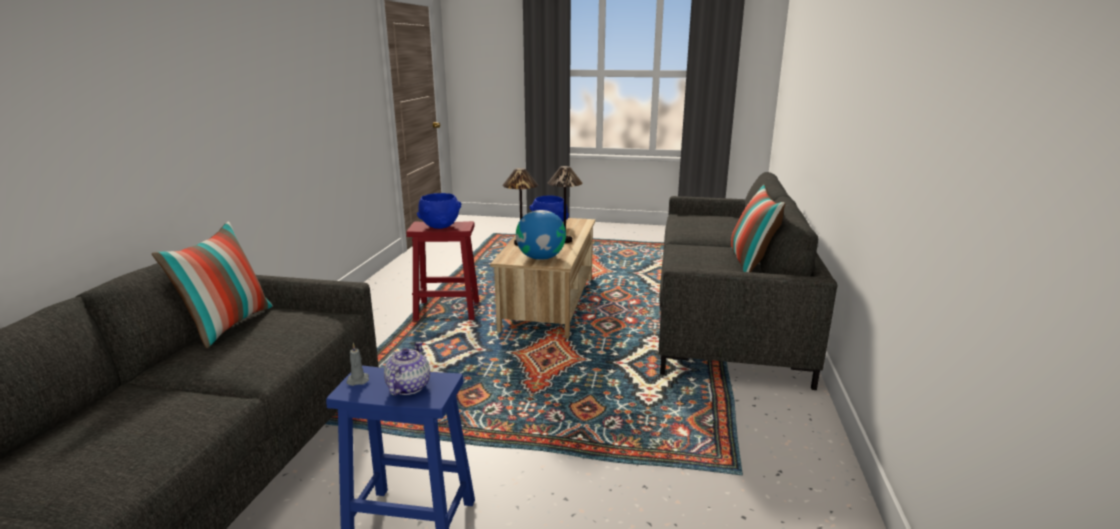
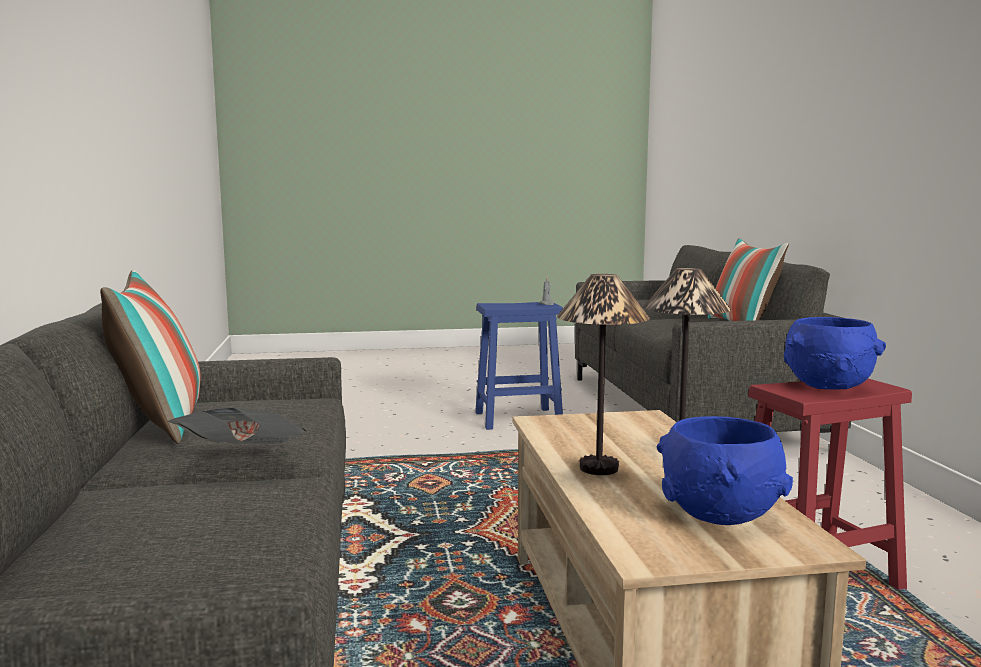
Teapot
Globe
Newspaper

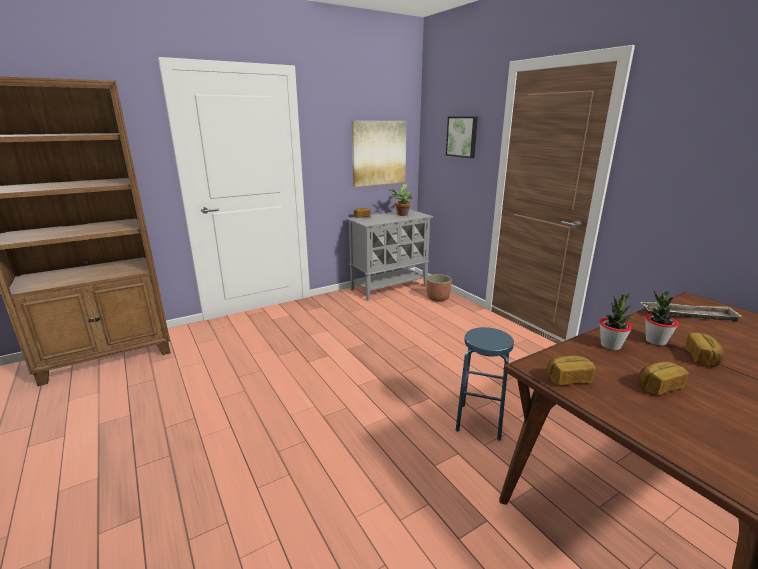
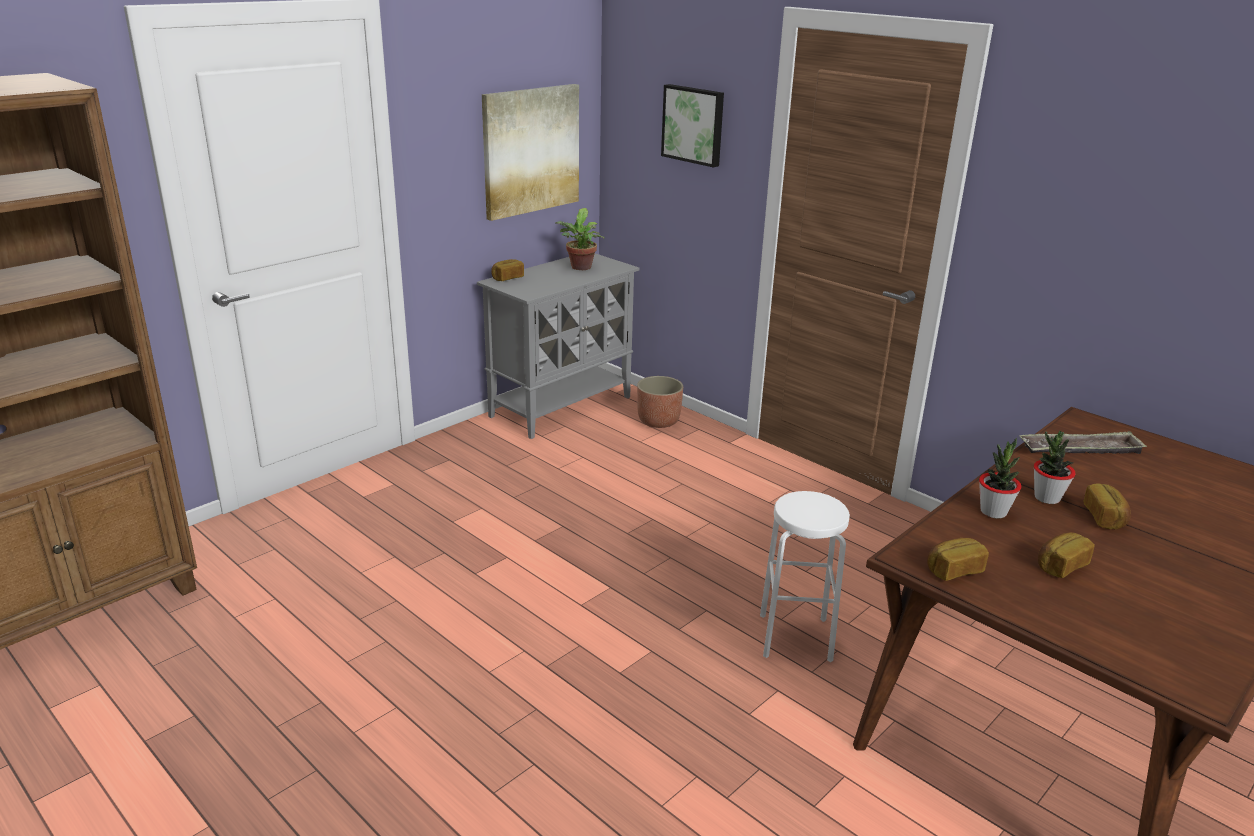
WhiteStool

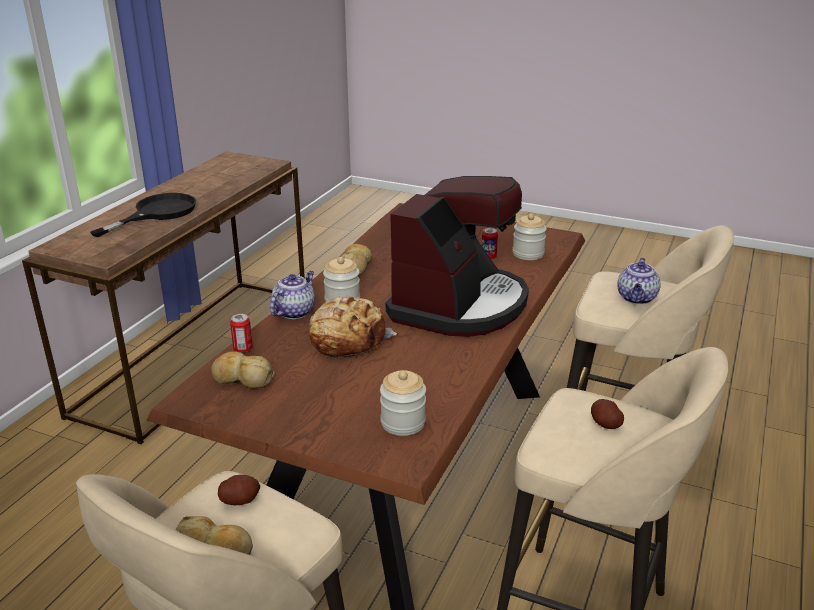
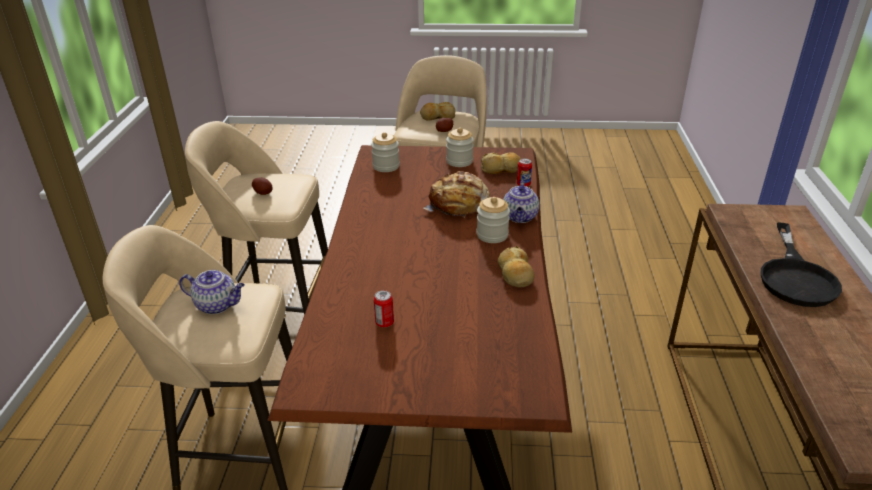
CoffeeMachine
Jar (no. 2 from left)
Teapot (no. 1 from left)

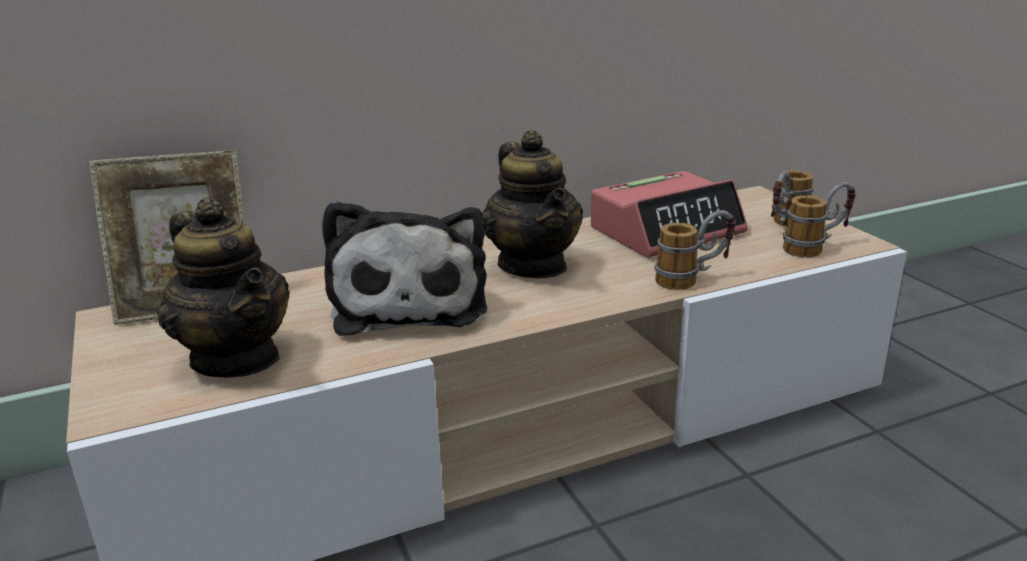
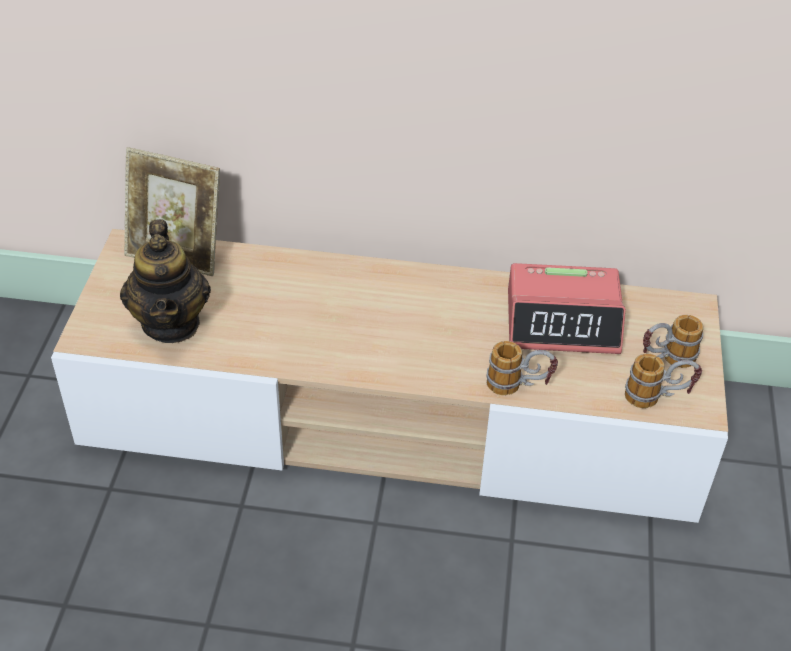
PlushToy
Teapot (no. 2 from left in the first image)

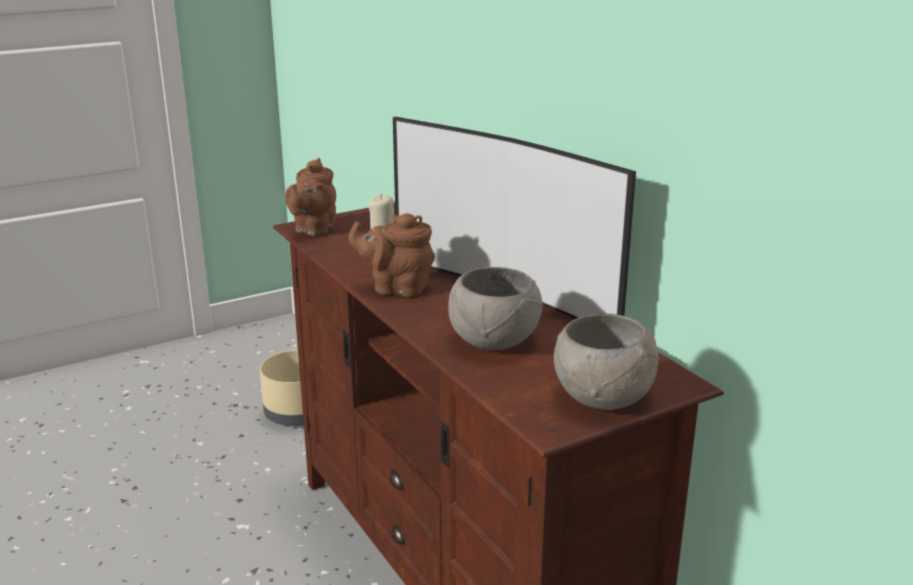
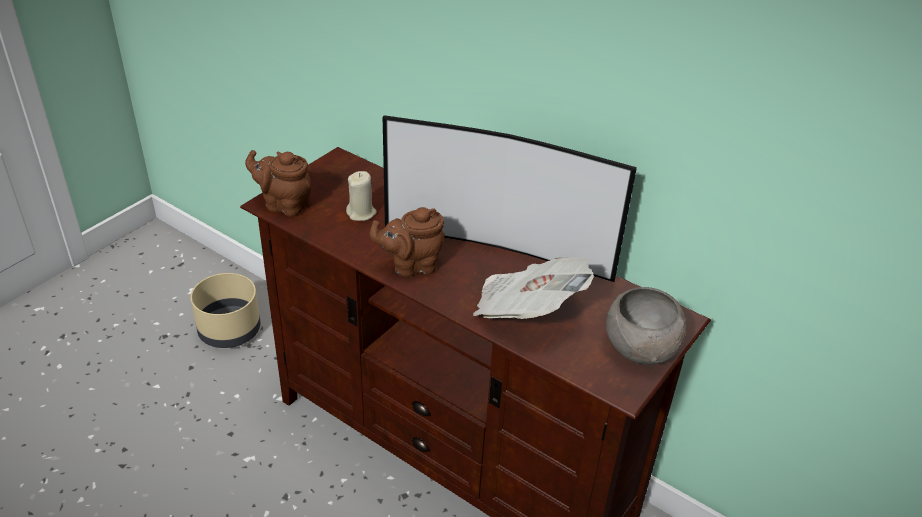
BrownTeapot (no. 1 from left)
Newspaper

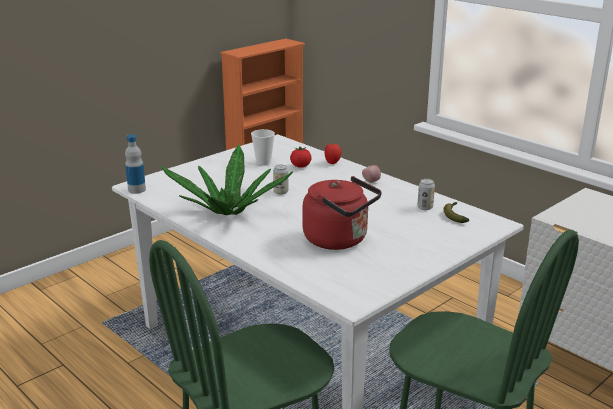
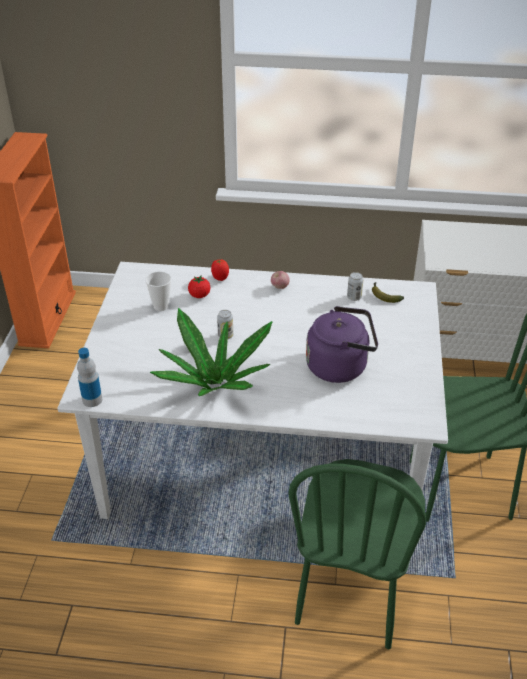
PurpleKettle

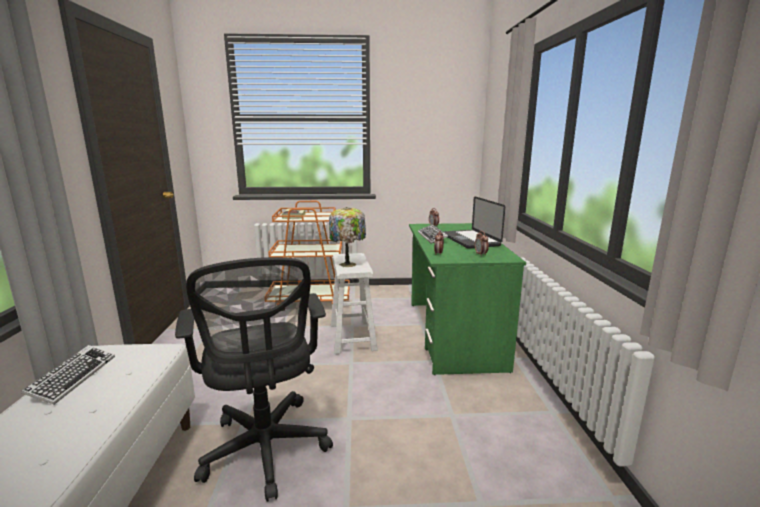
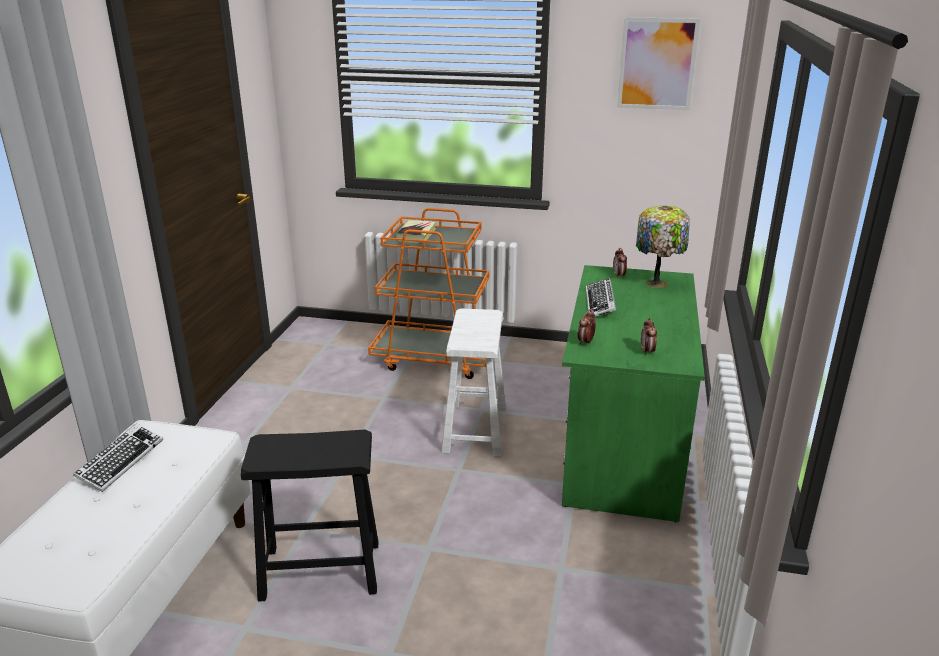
BlackStool
TableLamp
Laptop
Picture

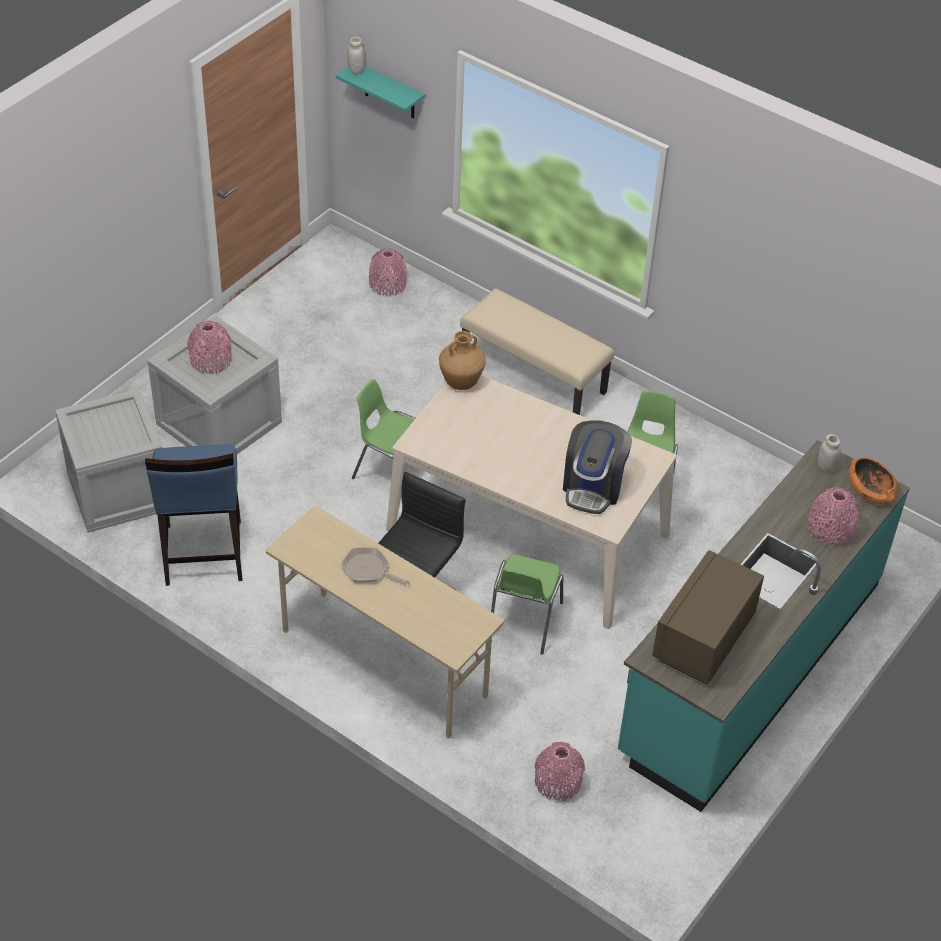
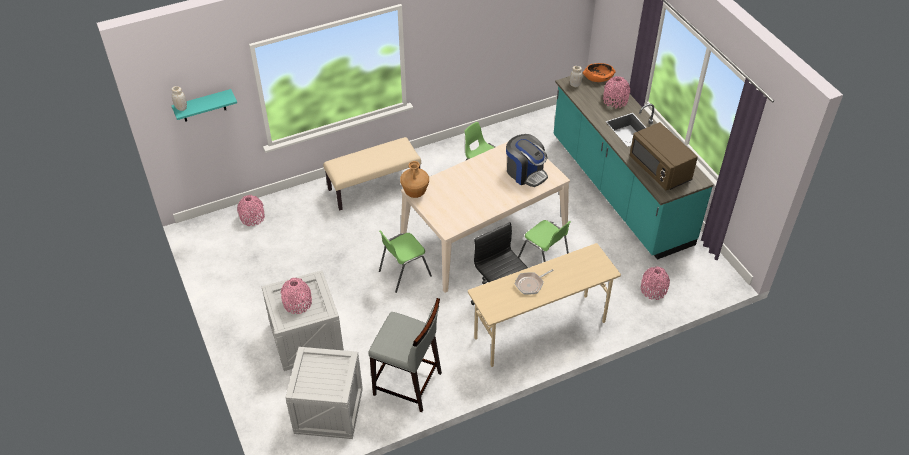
GreyStool

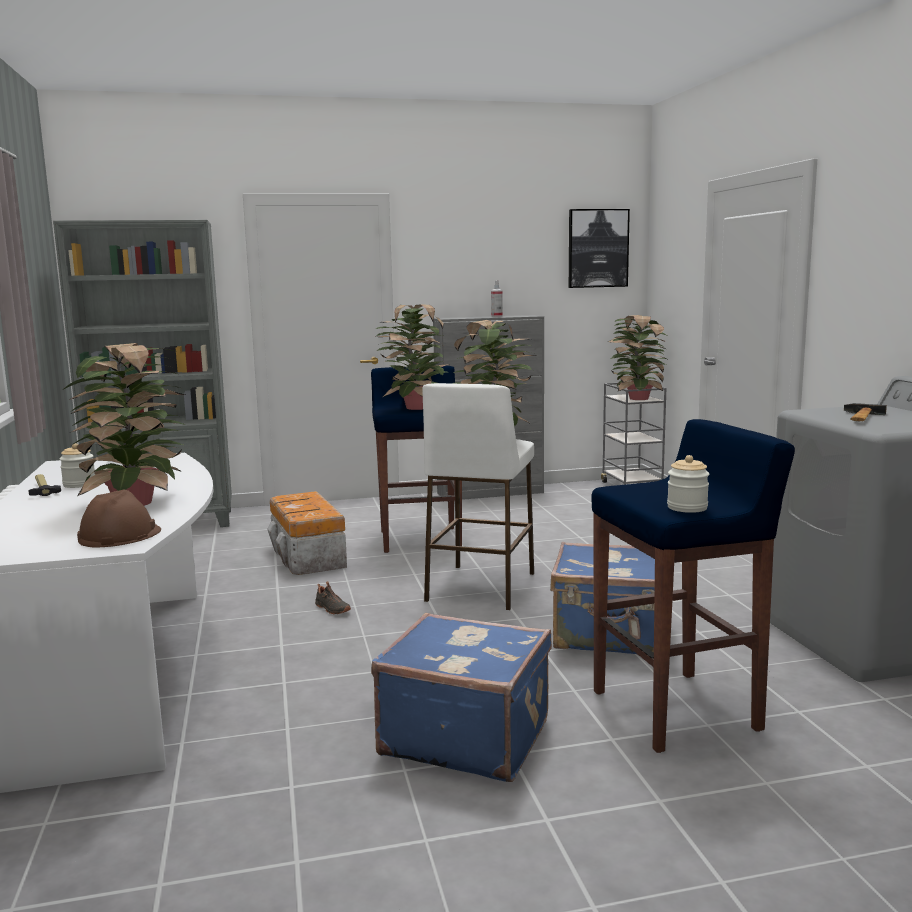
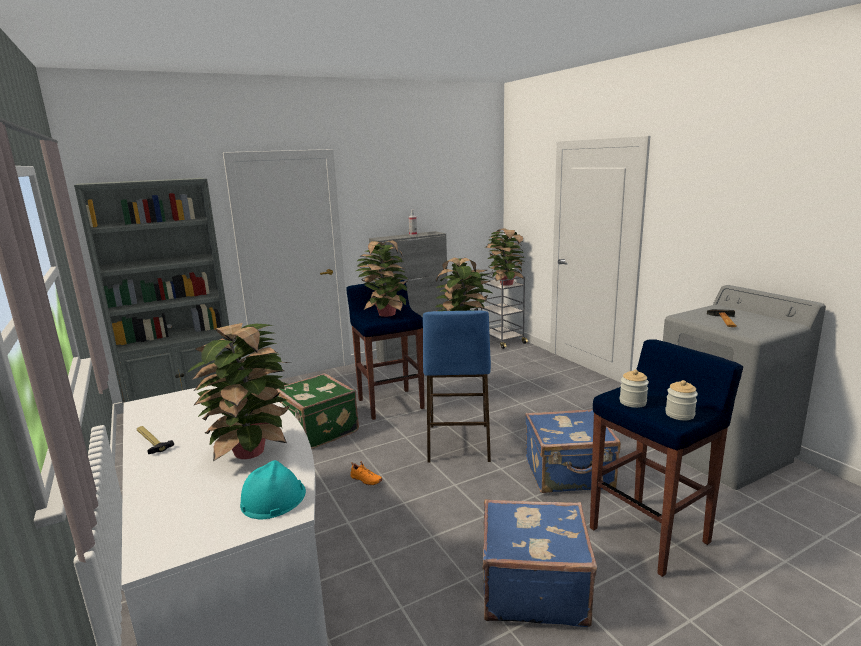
Jar (no. 1 from left)
TurquoiseHardHat
GreenSuitcase
OrangeShoe
BlueStool (no. 2 from left)
Picture

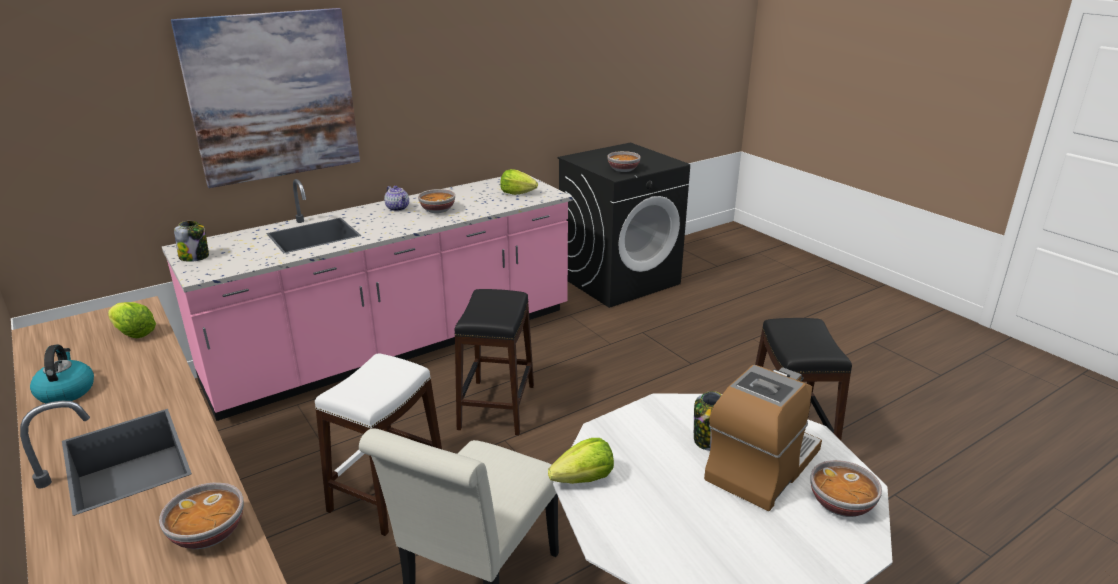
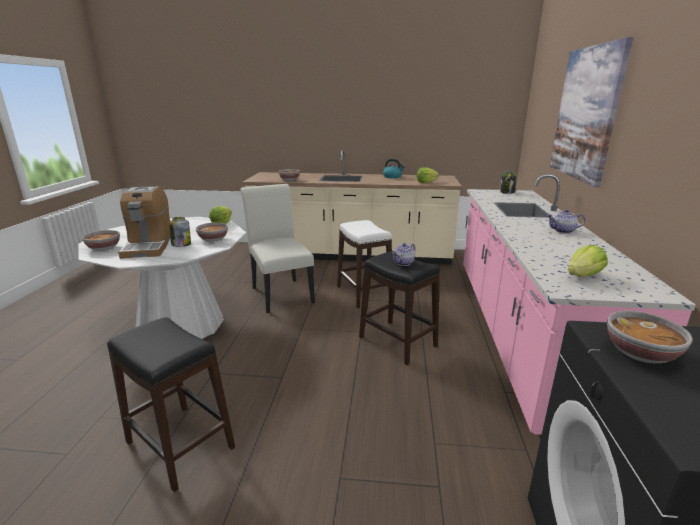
Bowl (no. 2 from left)
Teapot (no. 1 from left)

